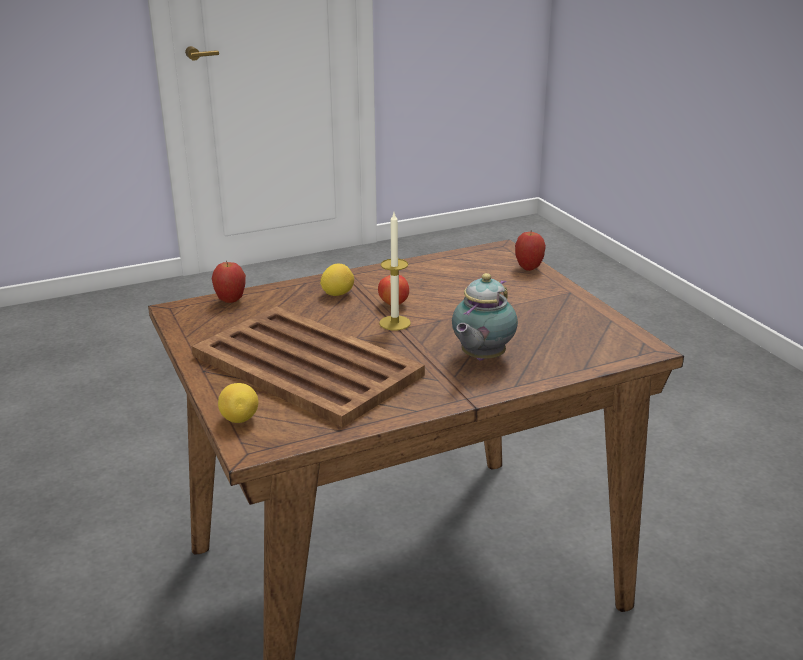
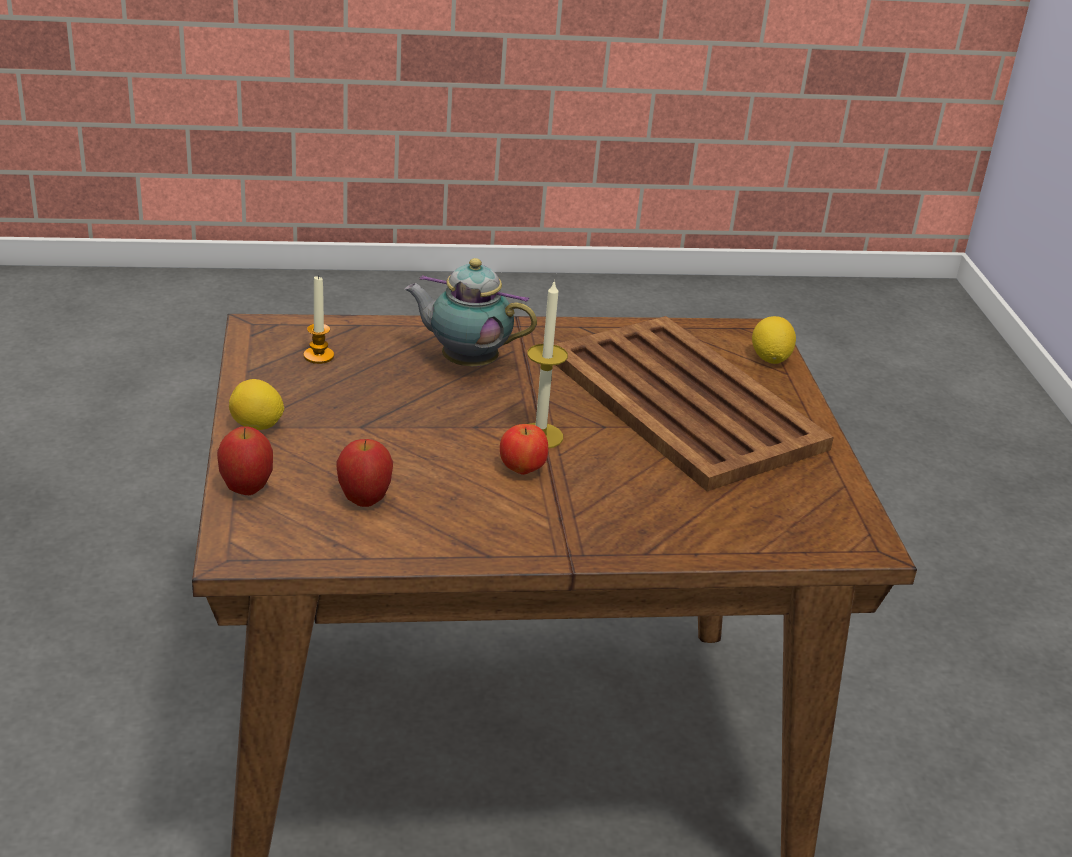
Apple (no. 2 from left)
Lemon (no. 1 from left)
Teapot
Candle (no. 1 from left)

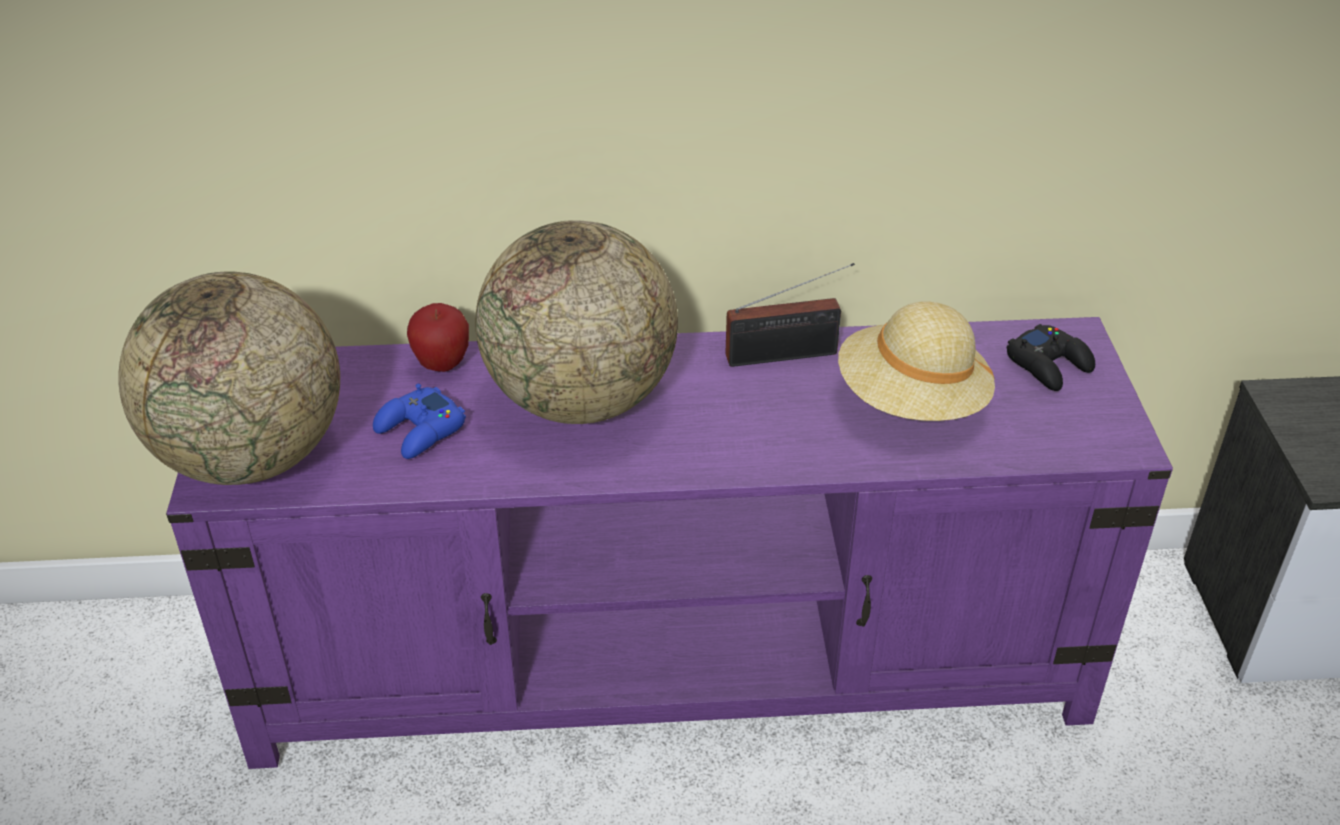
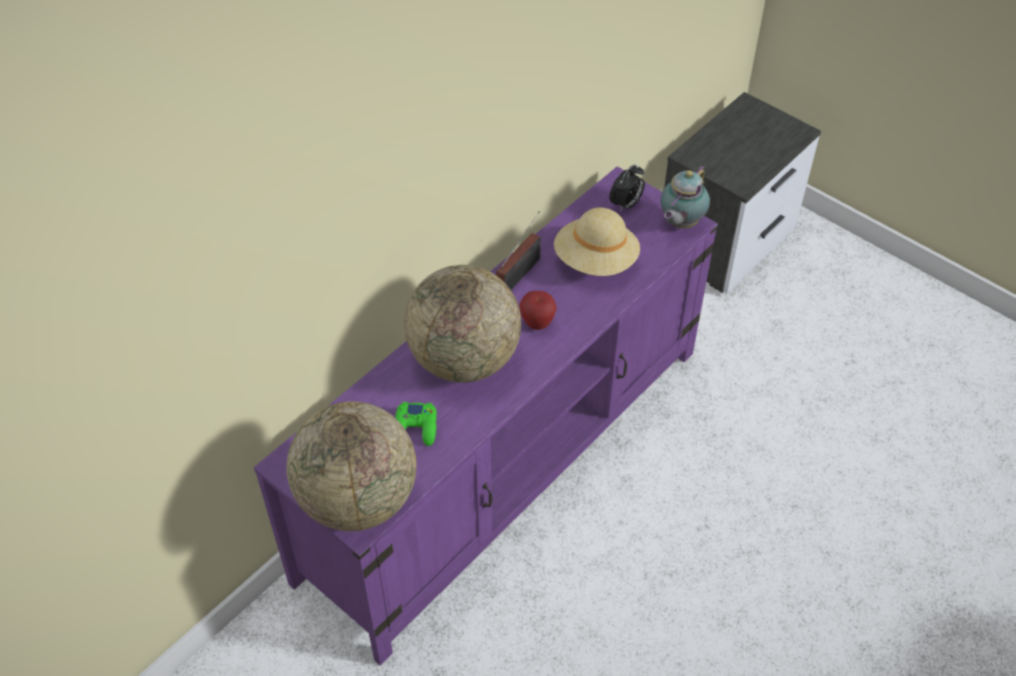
GreenGameController
Apple
AlarmClock
Teapot

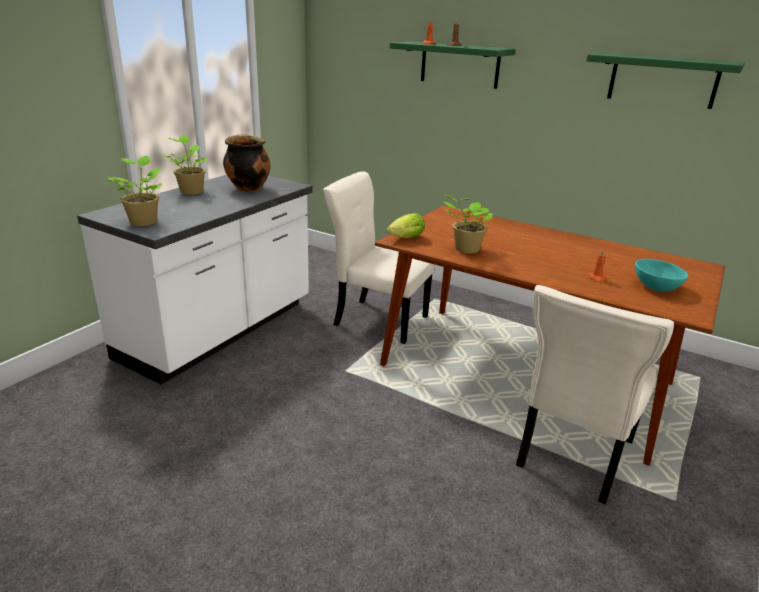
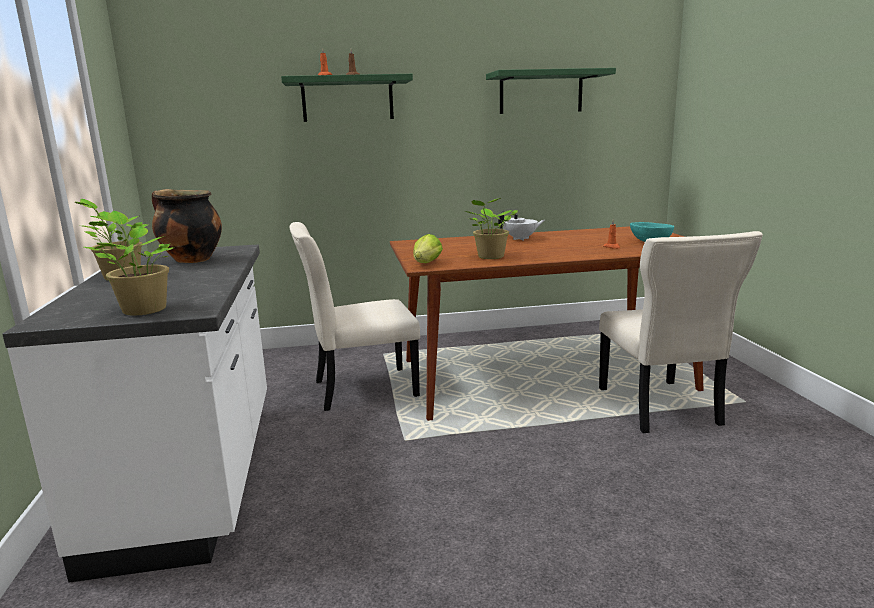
WhiteTeapot

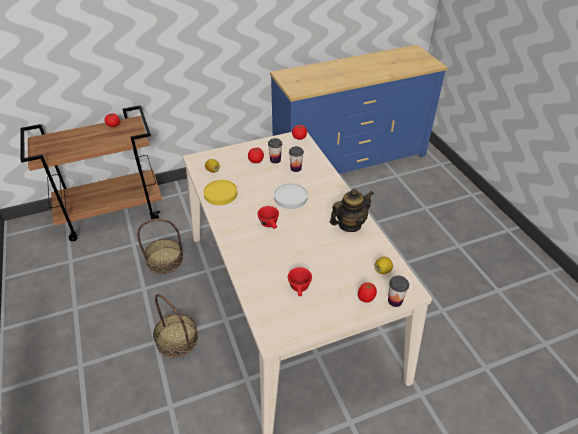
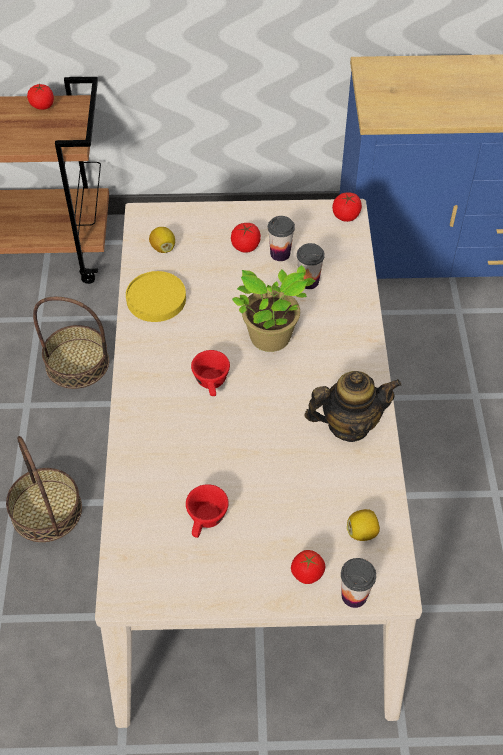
PottedPlant

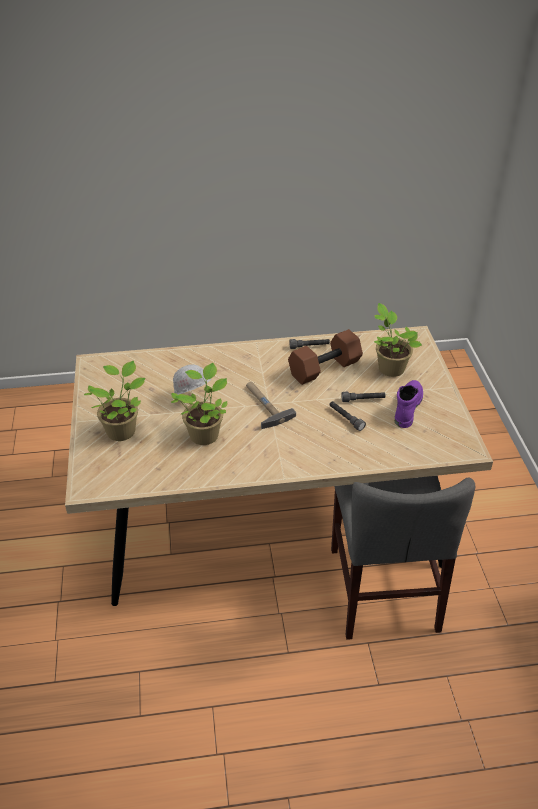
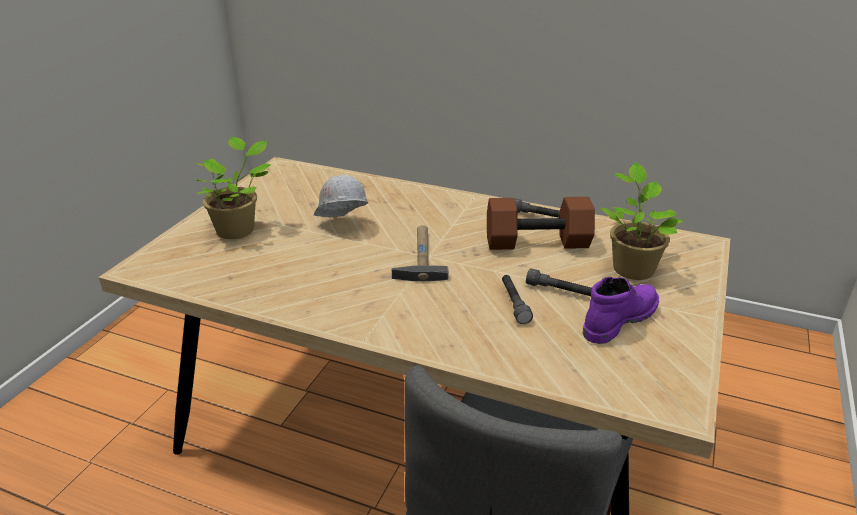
PottedPlant (no. 2 from left in the first image)

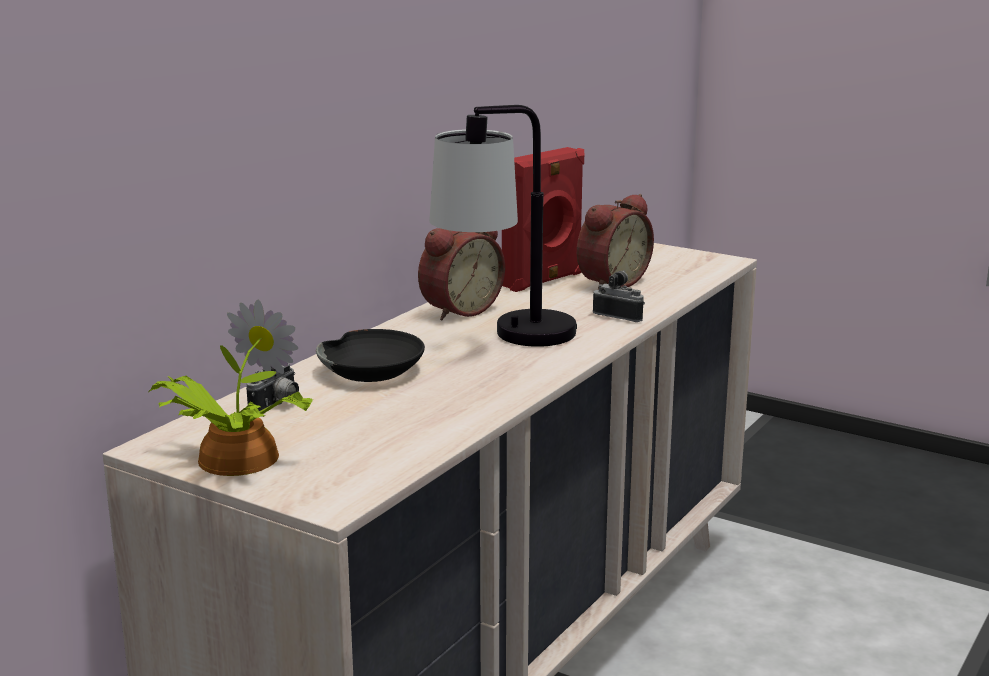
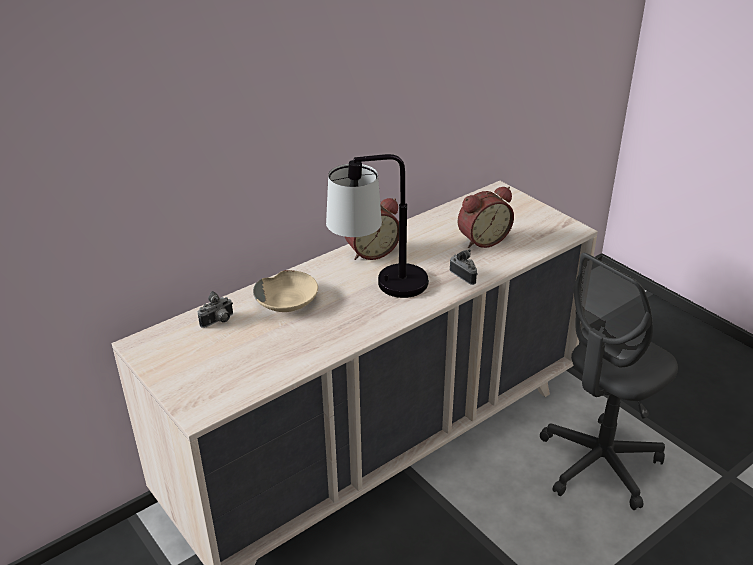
PottedPlant
BeigeBowl
RedSpeaker
GreyOfficeChair

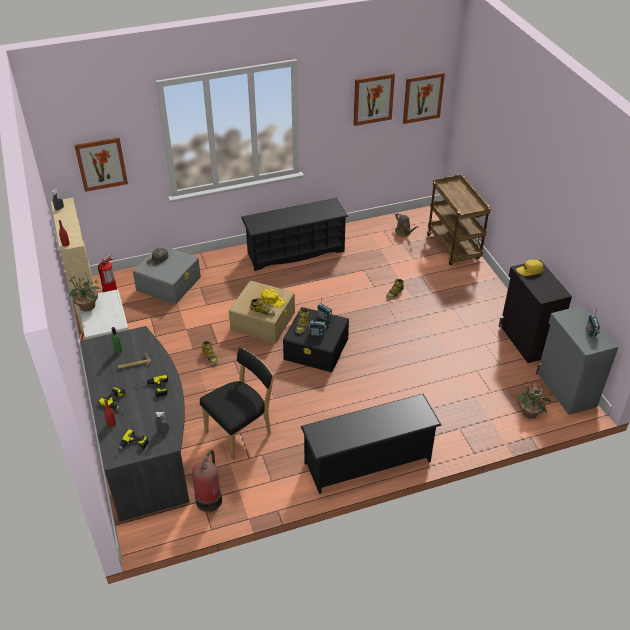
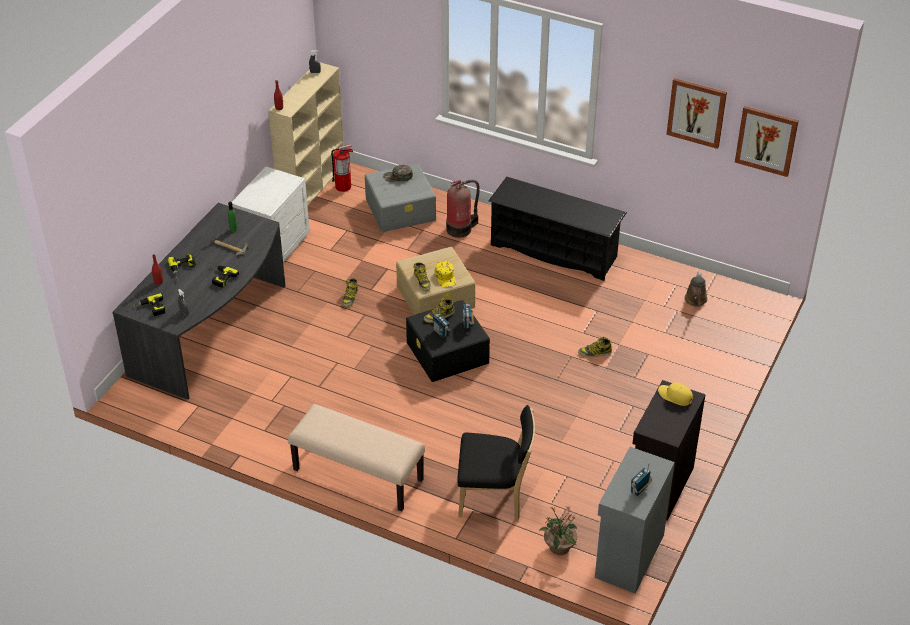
PottedPlant (no. 1 from left in the first image)
Picture (no. 1 from left in the first image)
FireExtinguisher (no. 2 from left)
BlackChair
BeigeBench
BrownCart

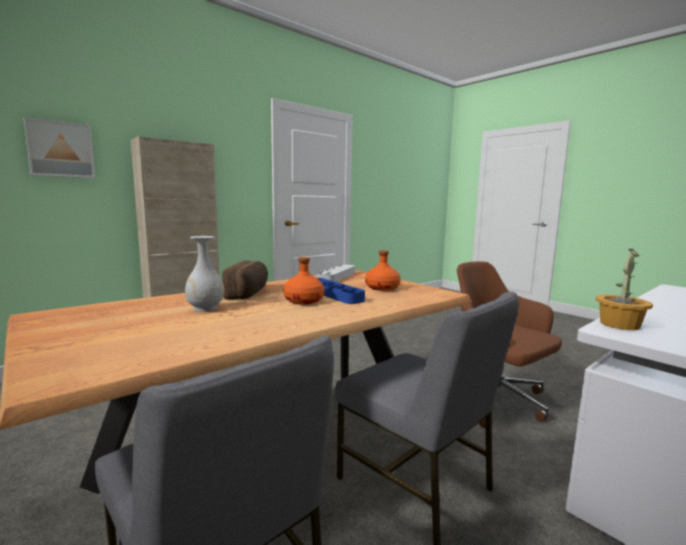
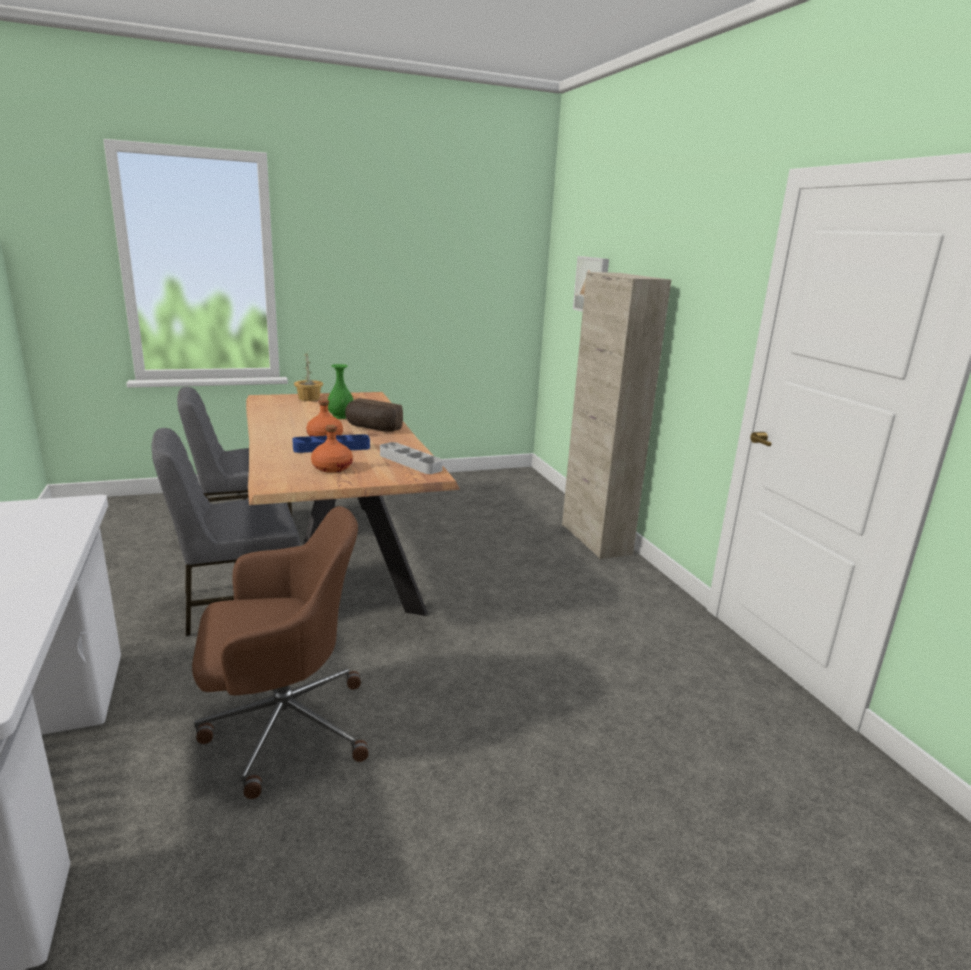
GreenVase
PottedPlant

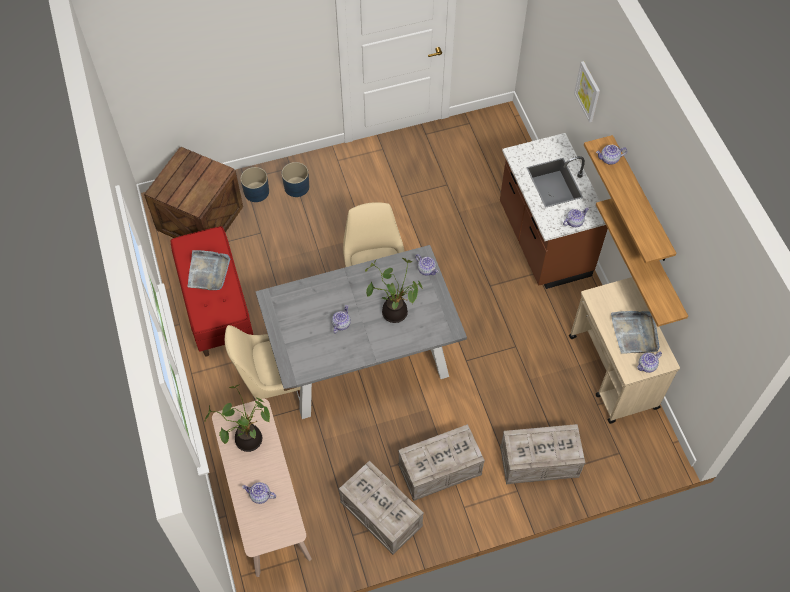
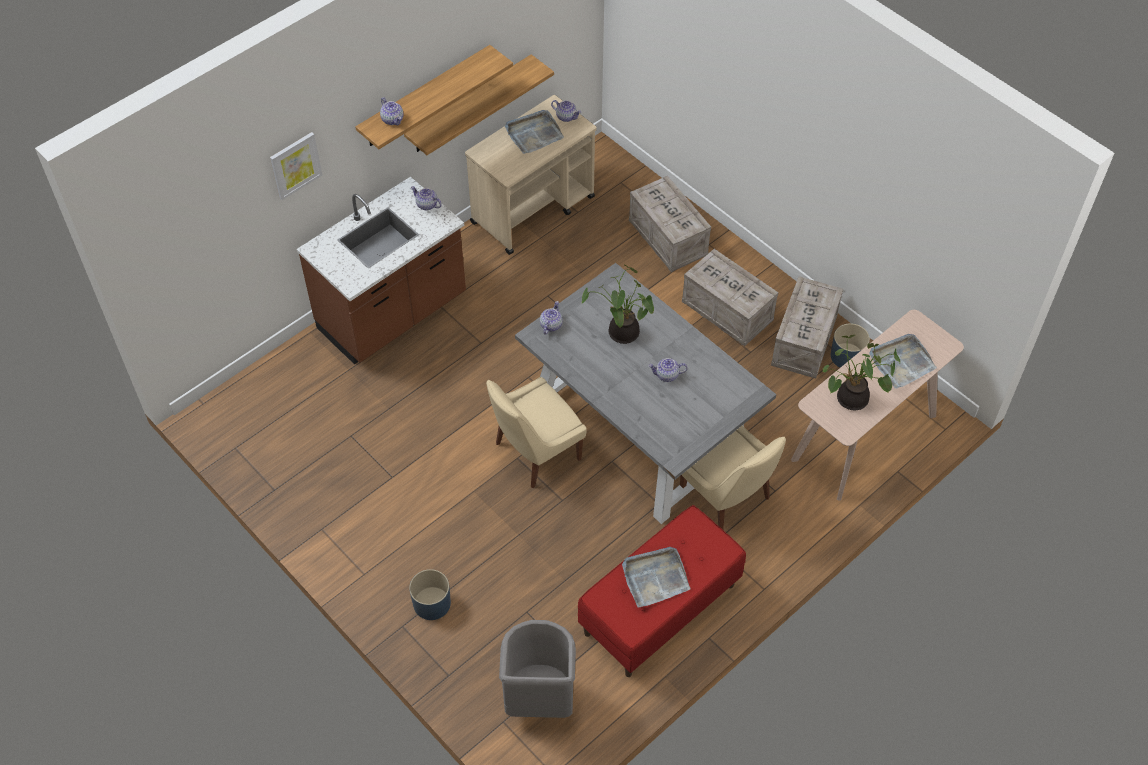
GreyTrashCan
BluePlanter (no. 2 from left)
GreyTray (no. 3 from left)

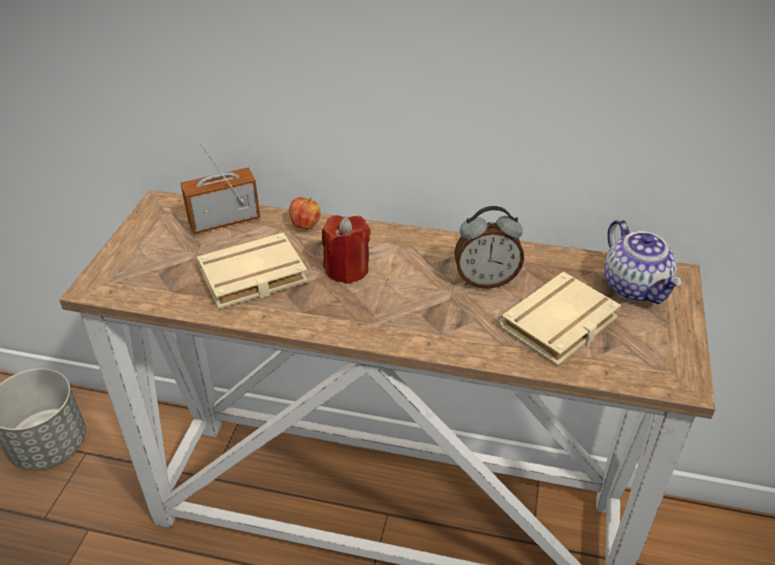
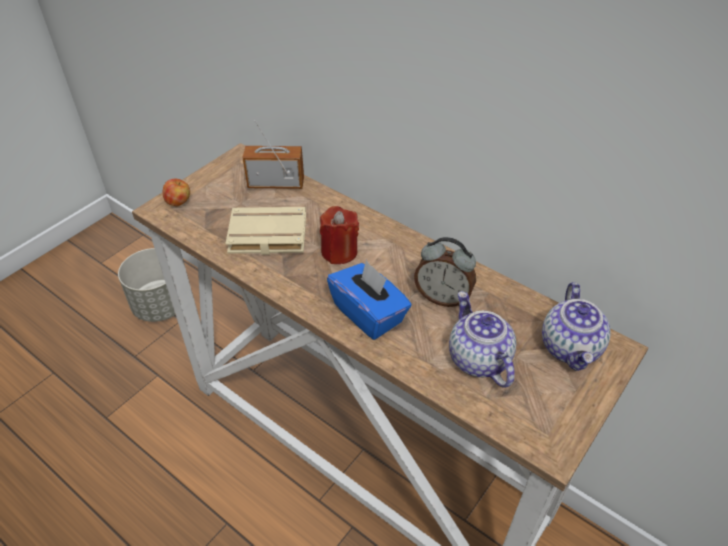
Apple
Teapot (no. 1 from left)
BlueTissueBox

